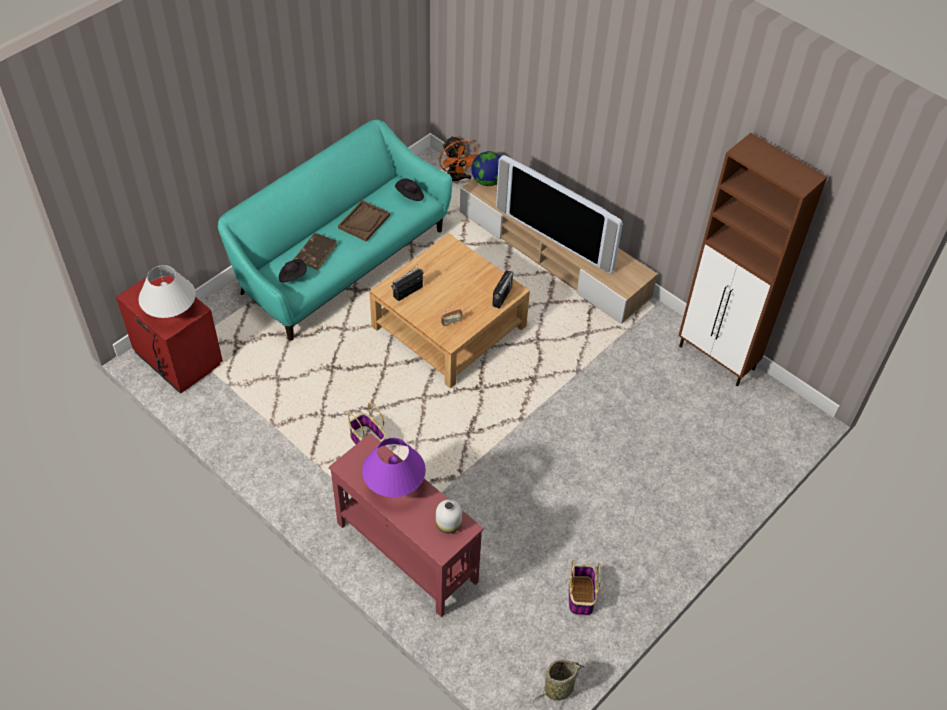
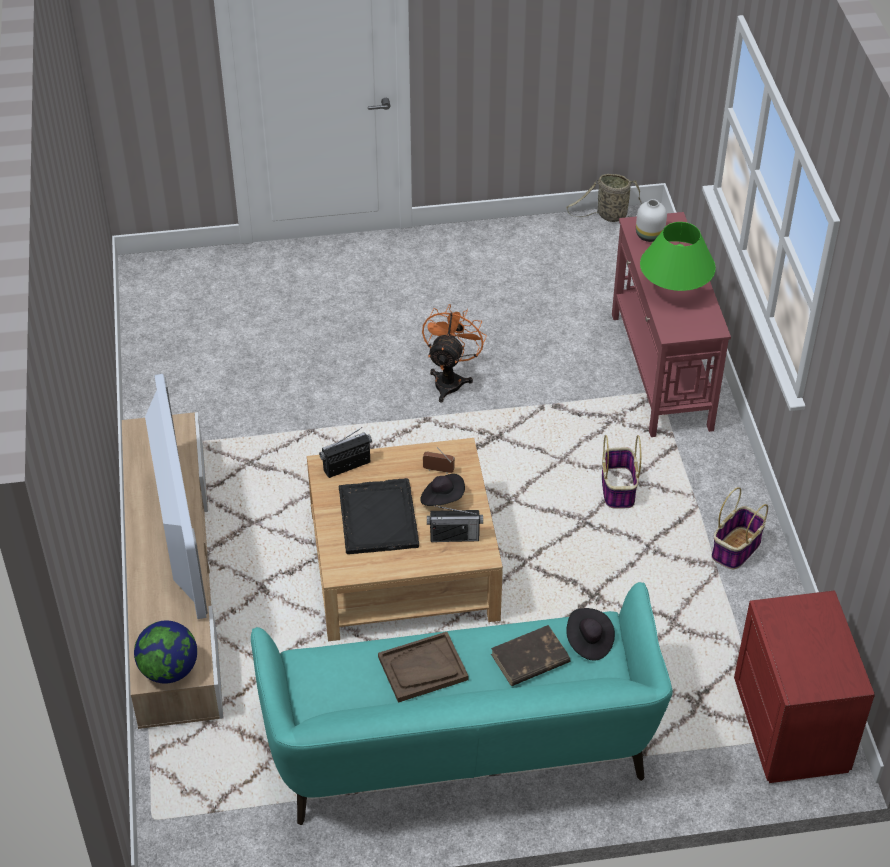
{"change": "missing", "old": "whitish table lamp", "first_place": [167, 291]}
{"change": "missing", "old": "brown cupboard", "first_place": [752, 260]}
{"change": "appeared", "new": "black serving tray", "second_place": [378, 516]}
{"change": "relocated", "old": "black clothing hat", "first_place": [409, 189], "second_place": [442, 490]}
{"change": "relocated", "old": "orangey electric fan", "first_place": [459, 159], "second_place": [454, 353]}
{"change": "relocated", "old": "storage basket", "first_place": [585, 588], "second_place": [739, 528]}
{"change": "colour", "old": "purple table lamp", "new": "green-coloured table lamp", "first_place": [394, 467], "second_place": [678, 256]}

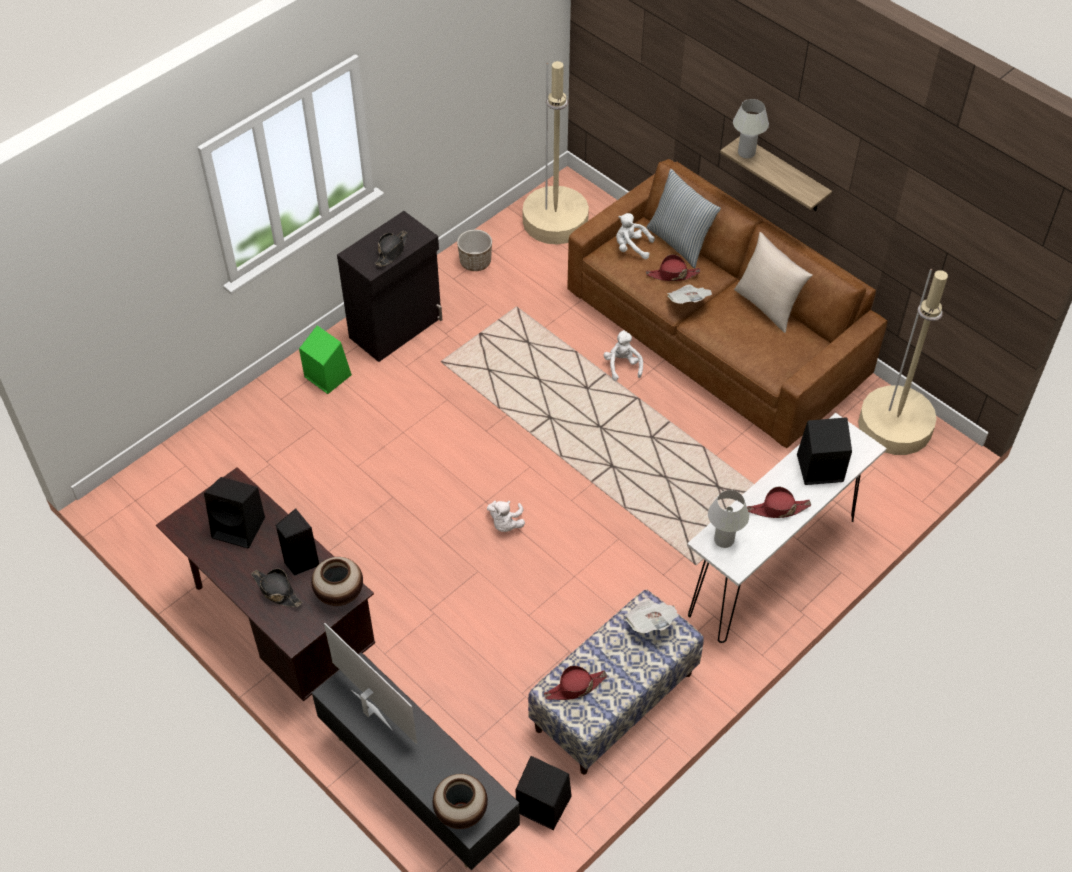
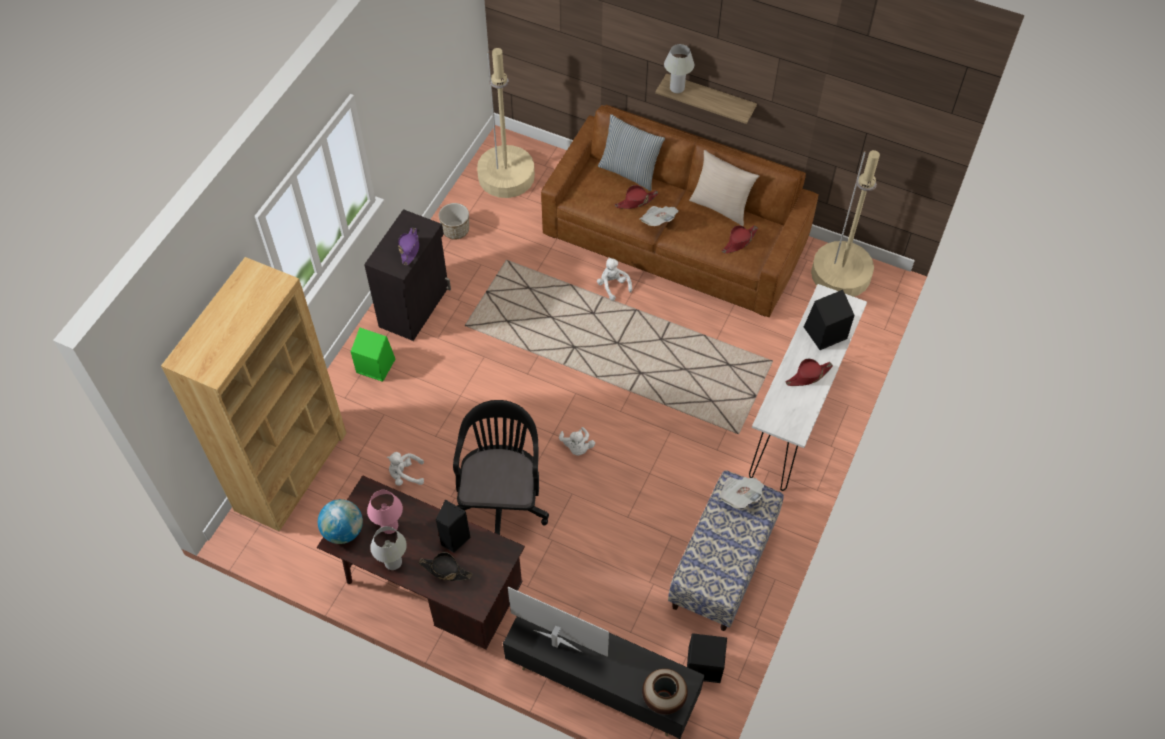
{"change": "missing", "old": "decorative vase", "first_place": [337, 581]}
{"change": "appeared", "new": "brown bookcase", "second_place": [254, 394]}
{"change": "appeared", "new": "globe", "second_place": [340, 521]}
{"change": "appeared", "new": "black office chair", "second_place": [501, 467]}
{"change": "relocated", "old": "reddish clothing hat", "first_place": [575, 683], "second_place": [740, 239]}
{"change": "relocated", "old": "whitish cuddly toy", "first_place": [635, 236], "second_place": [405, 469]}
{"change": "relocated", "old": "whitish table lamp", "first_place": [728, 519], "second_place": [388, 548]}
{"change": "exchanged", "old": "black speaker", "new": "pink table lamp", "first_place": [234, 513], "second_place": [385, 512]}
{"change": "colour", "old": "black clothing hat", "new": "purple clothing hat", "first_place": [391, 249], "second_place": [408, 246]}

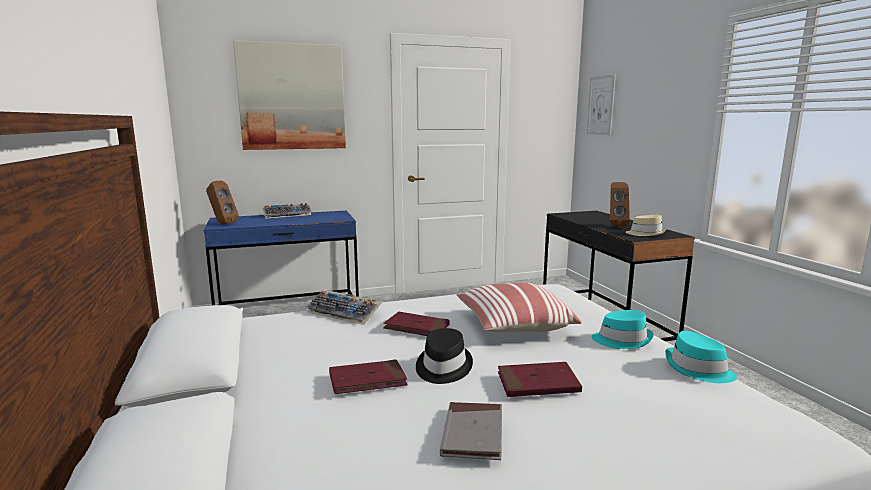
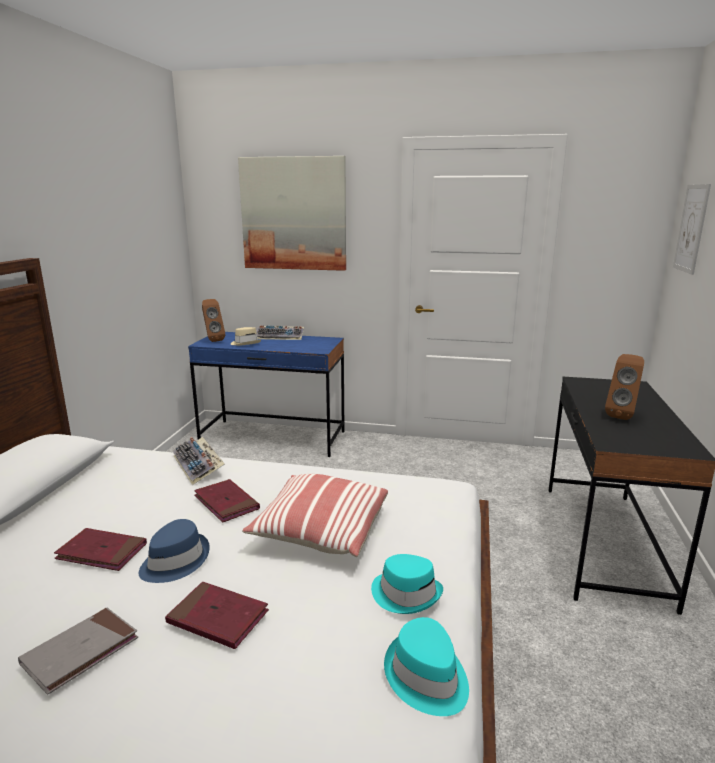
{"change": "relocated", "old": "beige clothing hat", "first_place": [646, 225], "second_place": [246, 336]}
{"change": "colour", "old": "black clothing hat", "new": "blue clothing hat", "first_place": [444, 356], "second_place": [174, 551]}

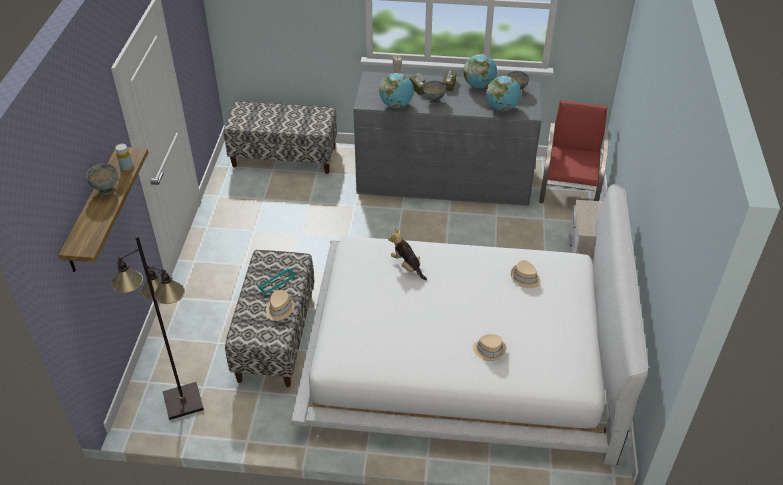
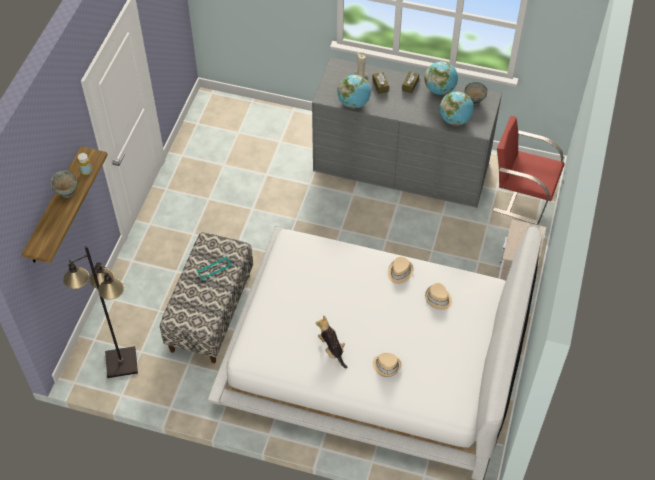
{"change": "missing", "old": "bench", "first_place": [280, 137]}
{"change": "missing", "old": "gray bowl", "first_place": [434, 92]}
{"change": "relocated", "old": "beige clothing hat", "first_place": [280, 305], "second_place": [401, 270]}
{"change": "relocated", "old": "cuddly toy", "first_place": [407, 254], "second_place": [331, 342]}
{"change": "spun", "old": "reddish plain chair", "first_place": [574, 151], "second_place": [528, 170], "degrees": -90}

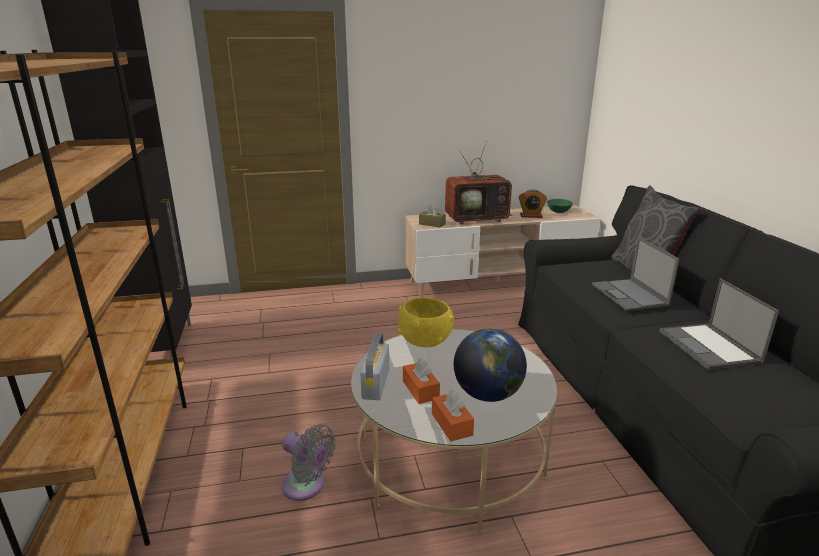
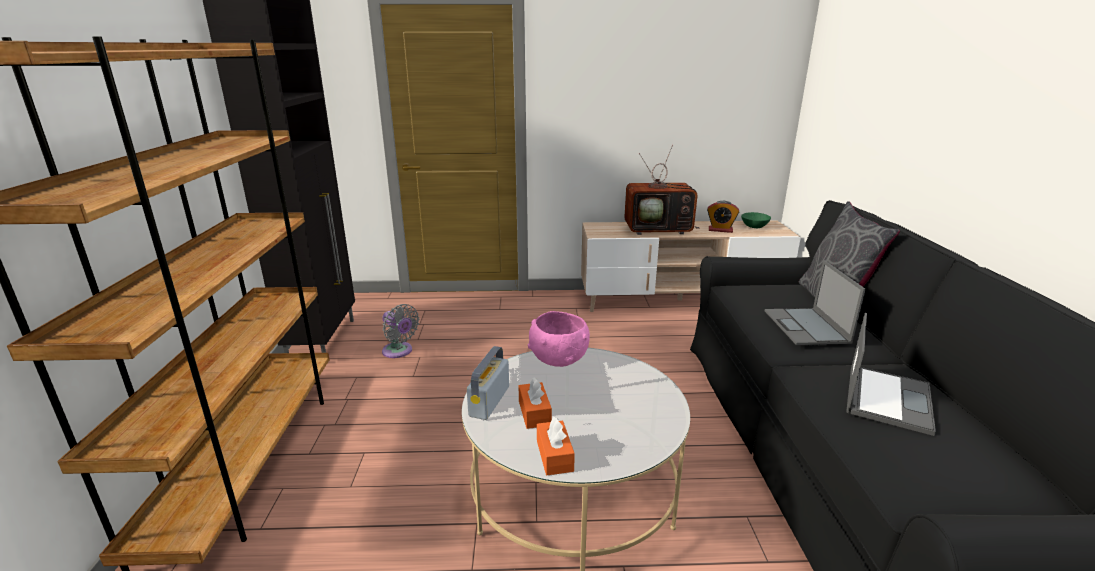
{"change": "missing", "old": "brown box of tissues", "first_place": [432, 216]}
{"change": "missing", "old": "globe", "first_place": [490, 365]}
{"change": "relocated", "old": "gray electric fan", "first_place": [308, 462], "second_place": [400, 331]}
{"change": "colour", "old": "yellow-coloured bowl", "new": "pink bowl", "first_place": [426, 322], "second_place": [559, 339]}
{"change": "spun", "old": "notebook computer", "first_place": [719, 324], "second_place": [891, 374], "degrees": -150}

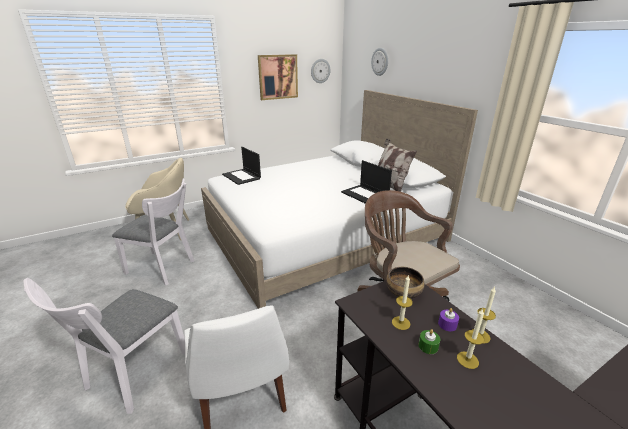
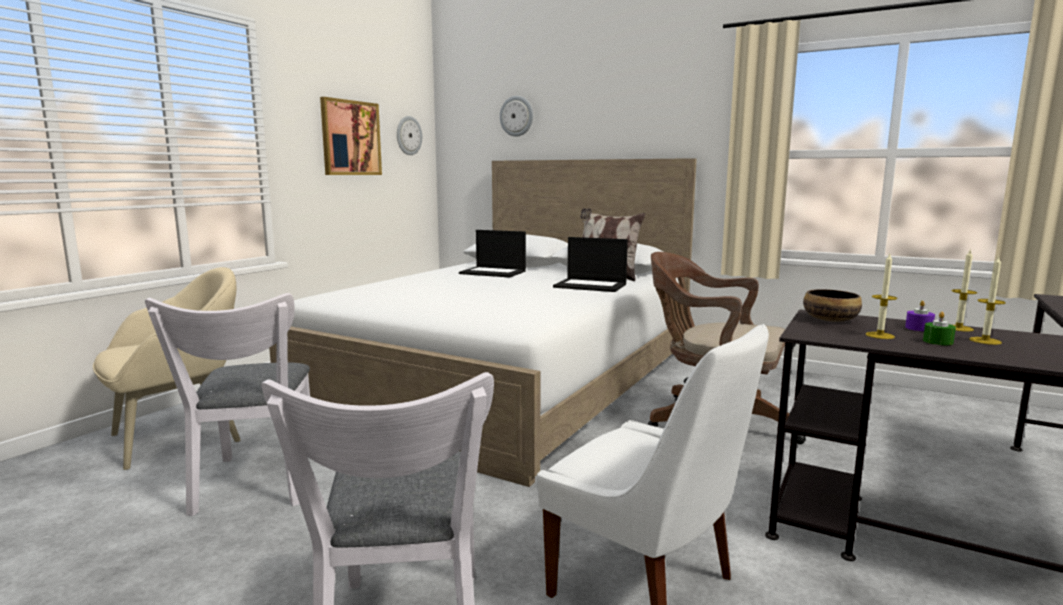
{"change": "relocated", "old": "notebook computer", "first_place": [241, 166], "second_place": [492, 254]}
{"change": "spun", "old": "whitish plain chair", "first_place": [153, 232], "second_place": [227, 404], "degrees": 90}

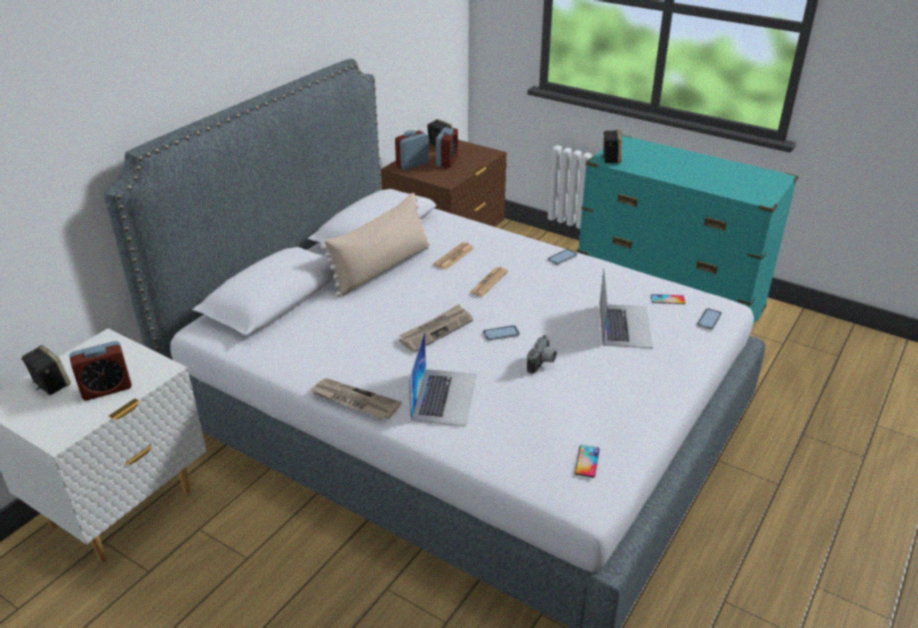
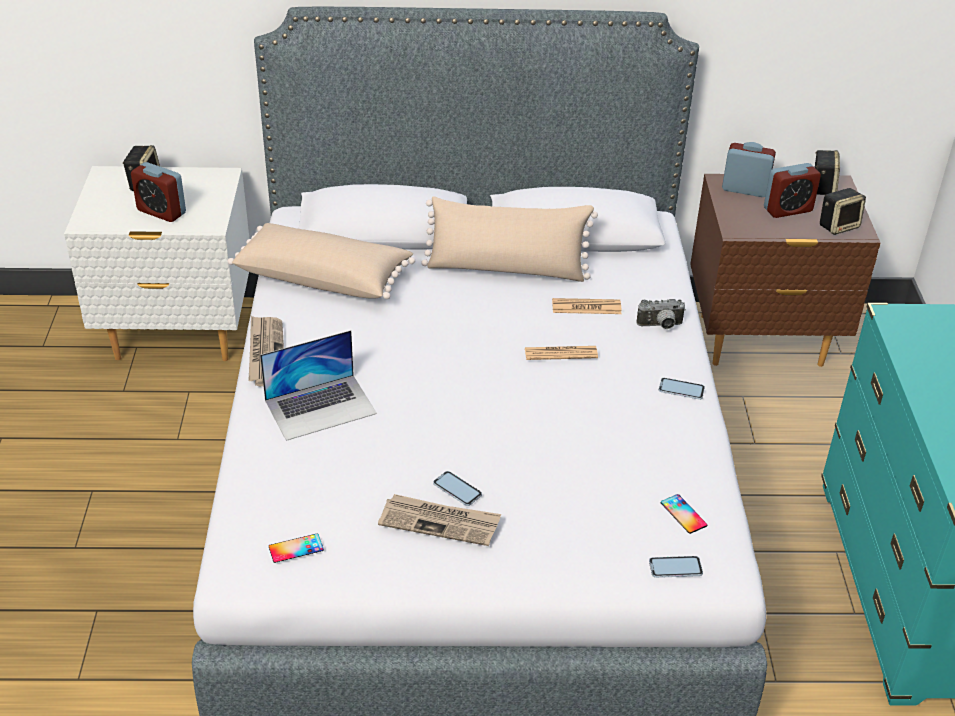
{"change": "missing", "old": "notebook computer", "first_place": [626, 308]}
{"change": "appeared", "new": "beige cushion", "second_place": [321, 261]}
{"change": "relocated", "old": "newspaper", "first_place": [436, 328], "second_place": [439, 520]}
{"change": "relocated", "old": "phone", "first_place": [501, 333], "second_place": [457, 488]}
{"change": "relocated", "old": "photo camera", "first_place": [542, 354], "second_place": [661, 314]}
{"change": "relocated", "old": "speaker", "first_place": [611, 146], "second_place": [843, 211]}

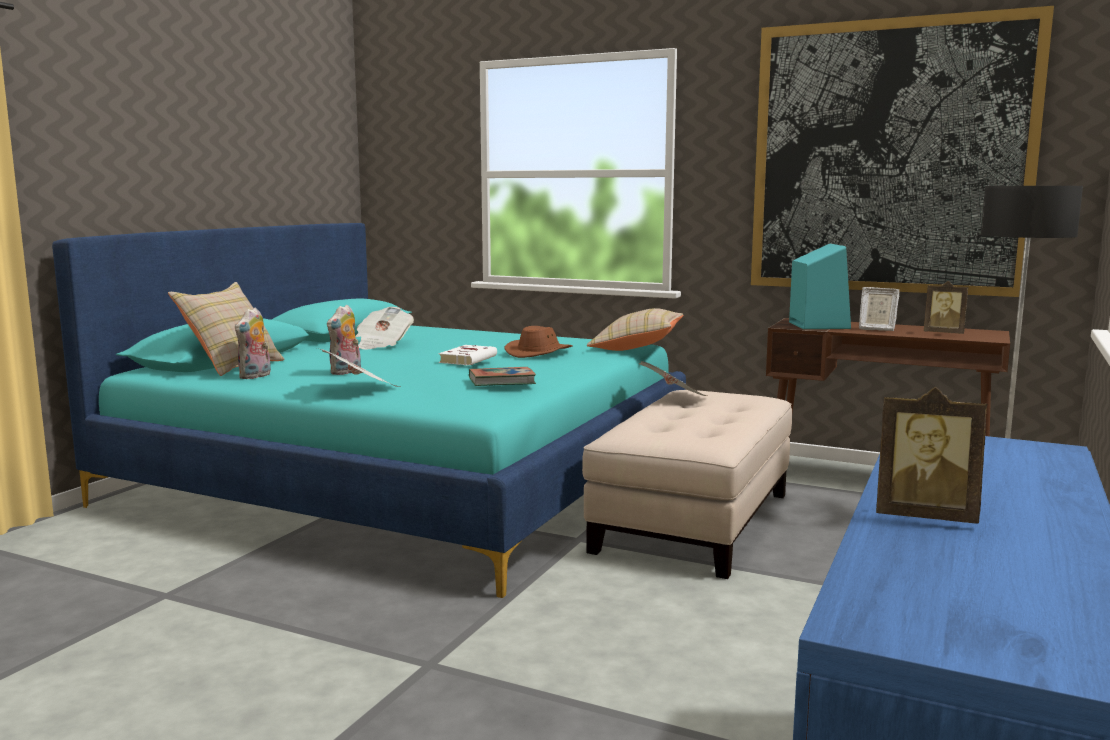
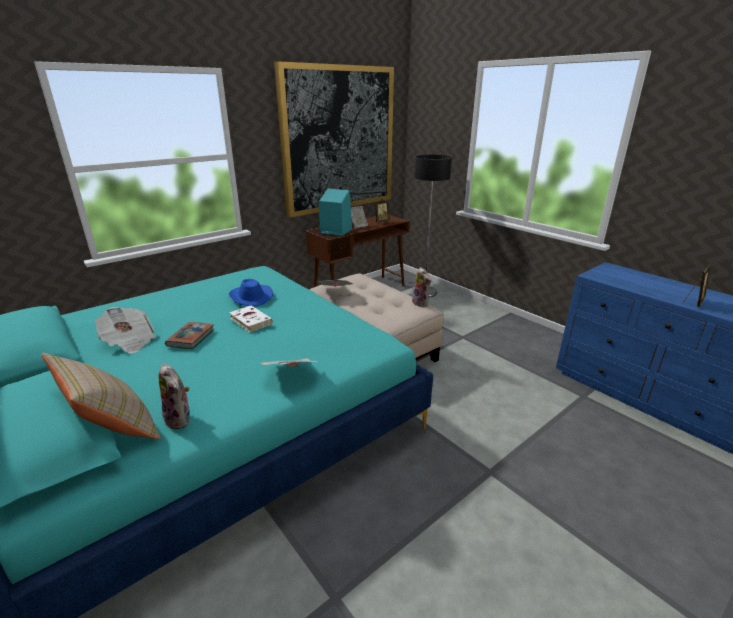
{"change": "missing", "old": "beige cushion", "first_place": [635, 329]}
{"change": "relocated", "old": "cuddly toy", "first_place": [344, 340], "second_place": [421, 287]}
{"change": "relocated", "old": "bound book", "first_place": [502, 376], "second_place": [189, 335]}
{"change": "colour", "old": "brown clothing hat", "new": "blue clothing hat", "first_place": [538, 342], "second_place": [251, 292]}

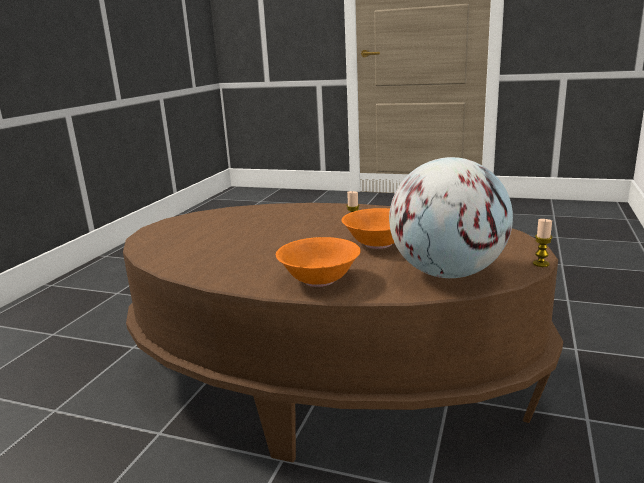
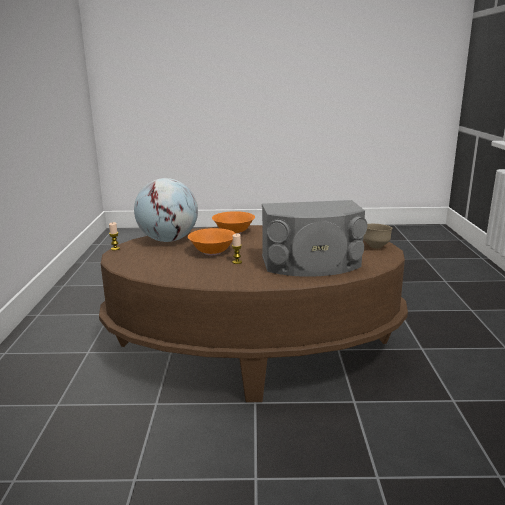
{"change": "appeared", "new": "gray speaker", "second_place": [314, 238]}
{"change": "appeared", "new": "brown bowl", "second_place": [377, 236]}

